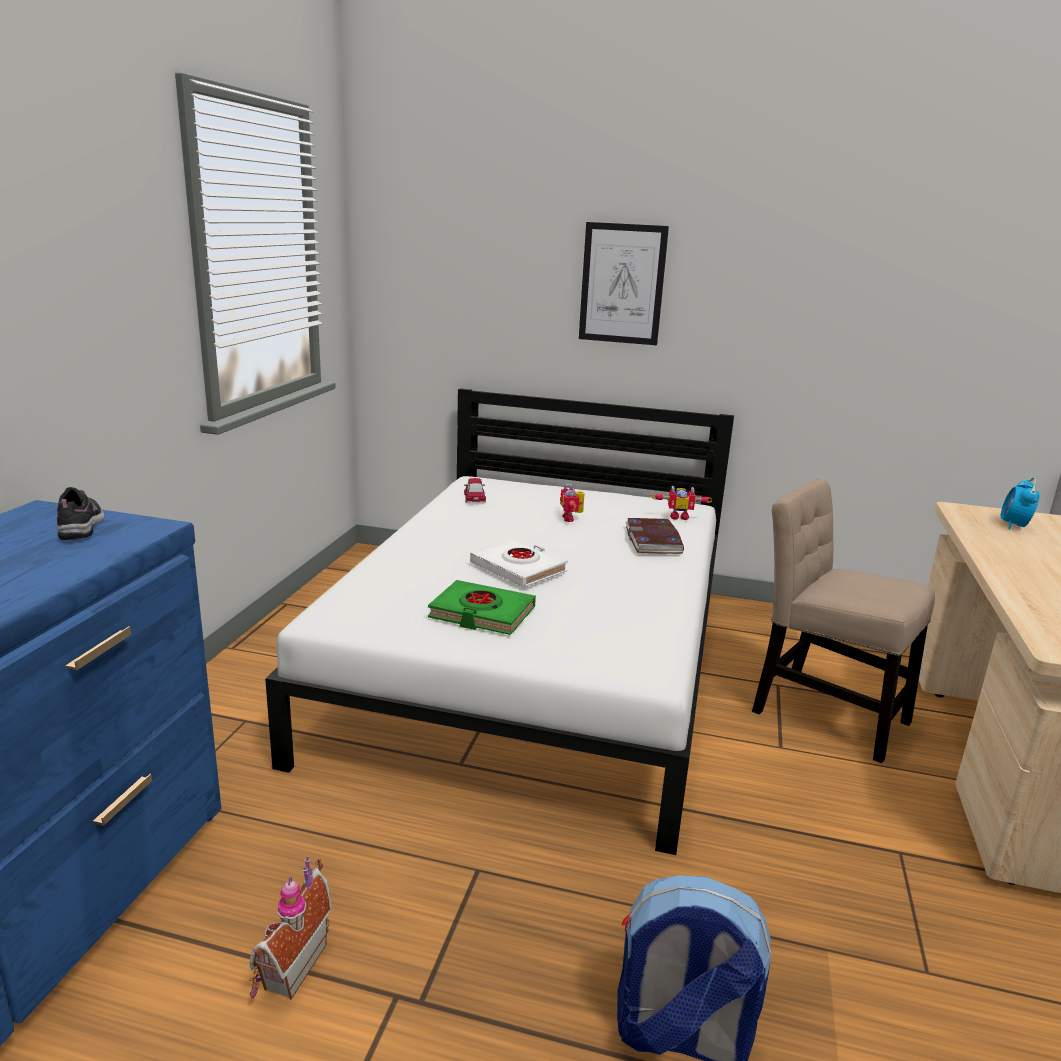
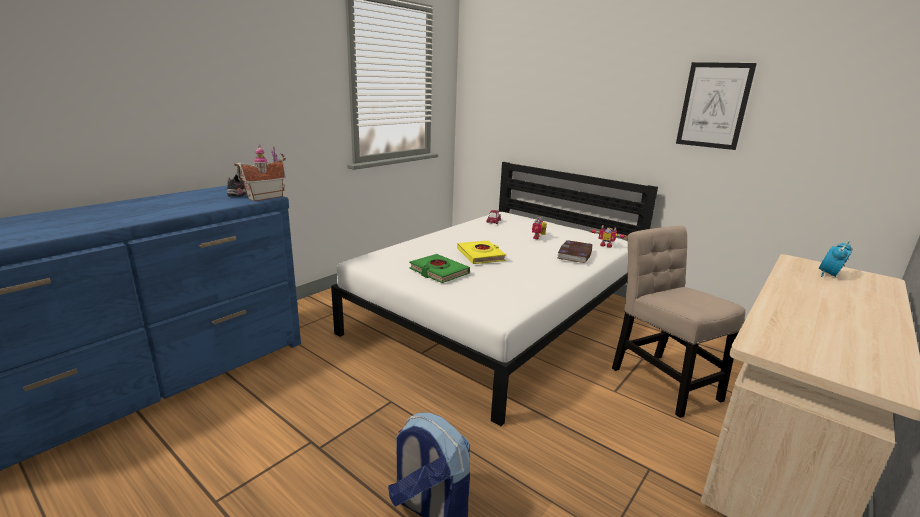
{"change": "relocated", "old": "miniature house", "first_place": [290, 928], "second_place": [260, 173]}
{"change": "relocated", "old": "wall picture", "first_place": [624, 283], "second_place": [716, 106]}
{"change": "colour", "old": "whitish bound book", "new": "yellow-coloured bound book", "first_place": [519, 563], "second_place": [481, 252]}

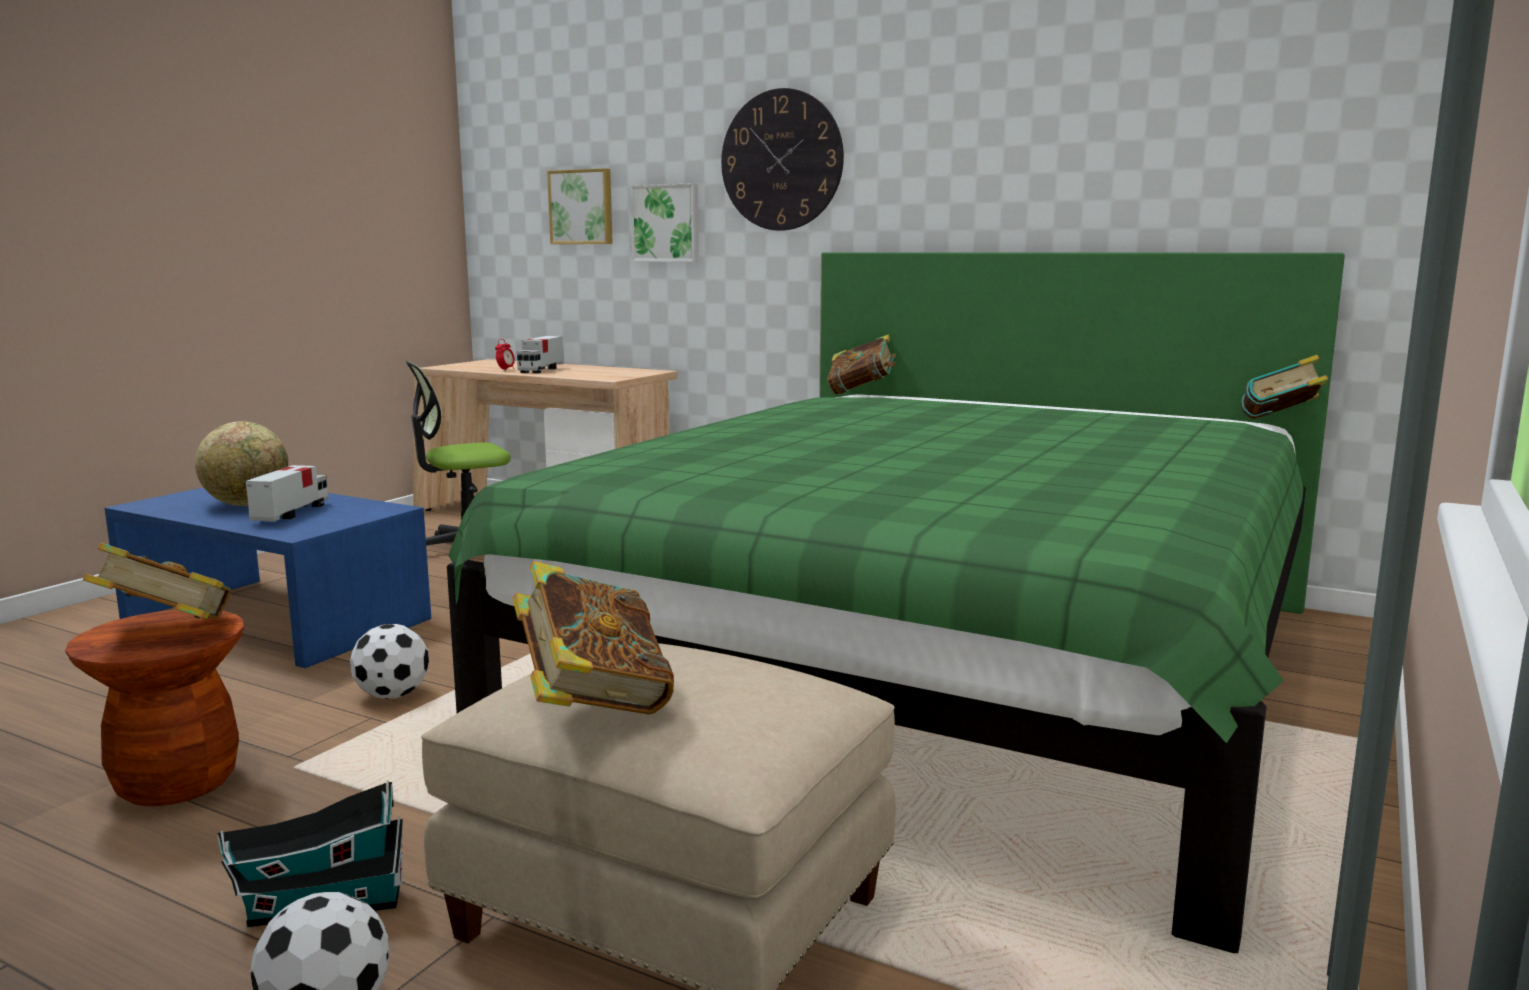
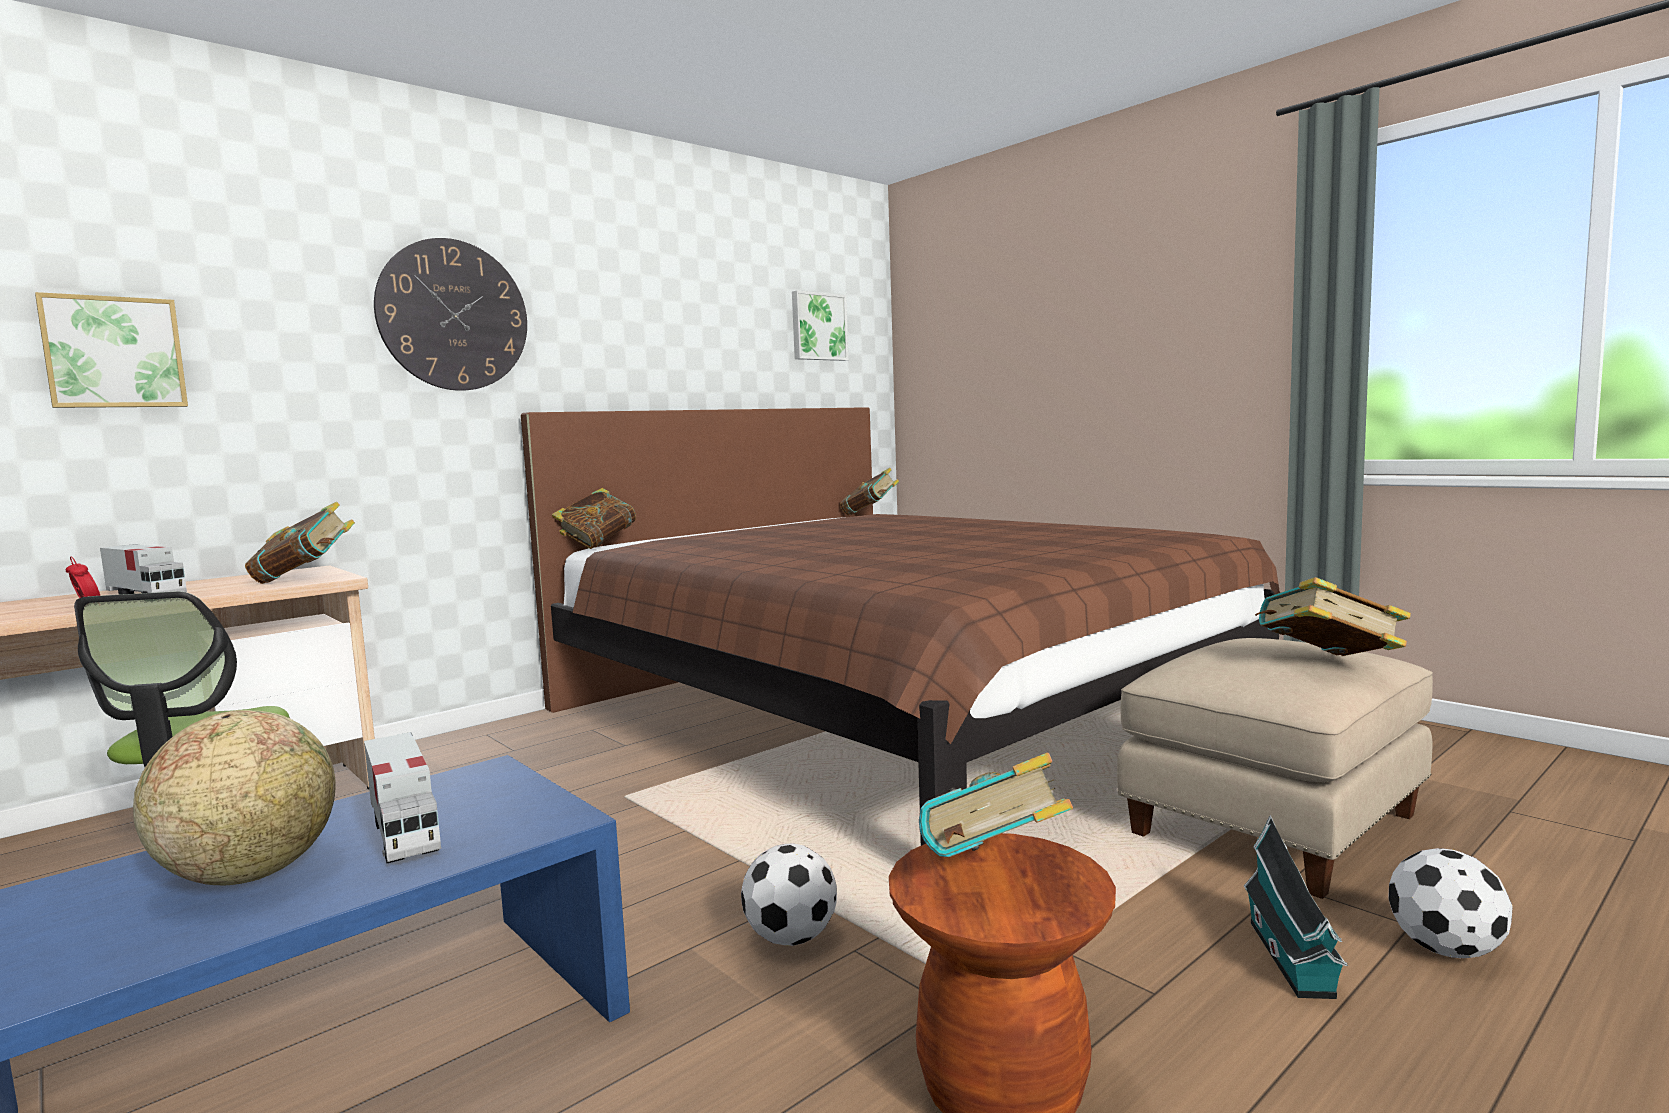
{"change": "appeared", "new": "bound book", "second_place": [300, 543]}
{"change": "relocated", "old": "wall picture", "first_place": [664, 222], "second_place": [820, 325]}
{"change": "colour", "old": "green-coloured bed", "new": "brown bed", "first_place": [896, 602], "second_place": [900, 626]}
{"change": "spun", "old": "model truck", "first_place": [287, 493], "second_place": [402, 797], "degrees": -150}

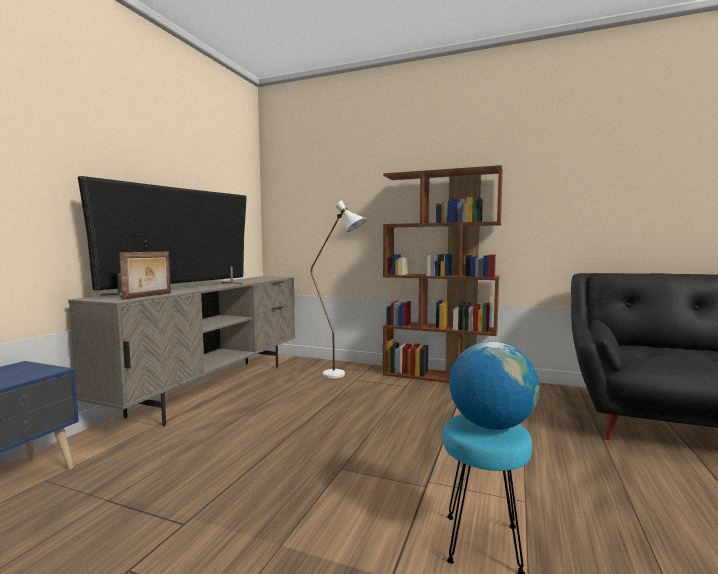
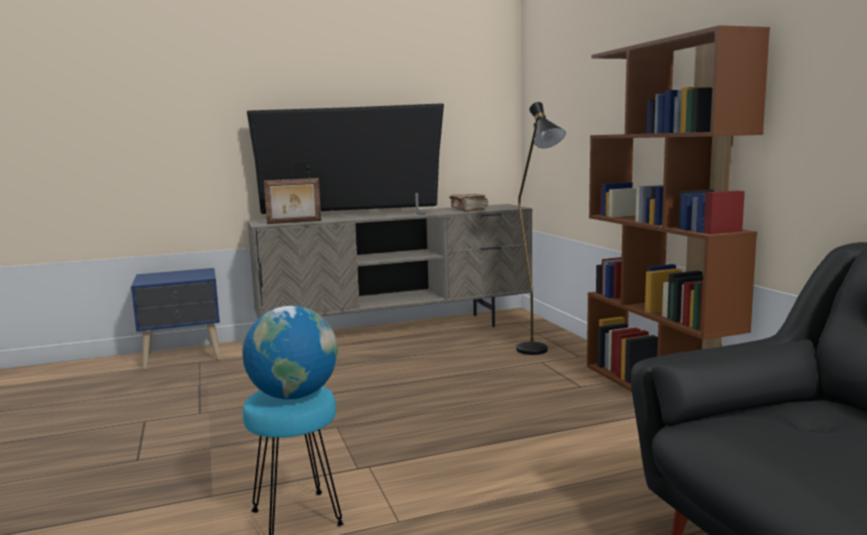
{"change": "appeared", "new": "brown bound book", "second_place": [468, 203]}
{"change": "colour", "old": "whitish standing lamp", "new": "black standing lamp", "first_place": [338, 289], "second_place": [541, 228]}

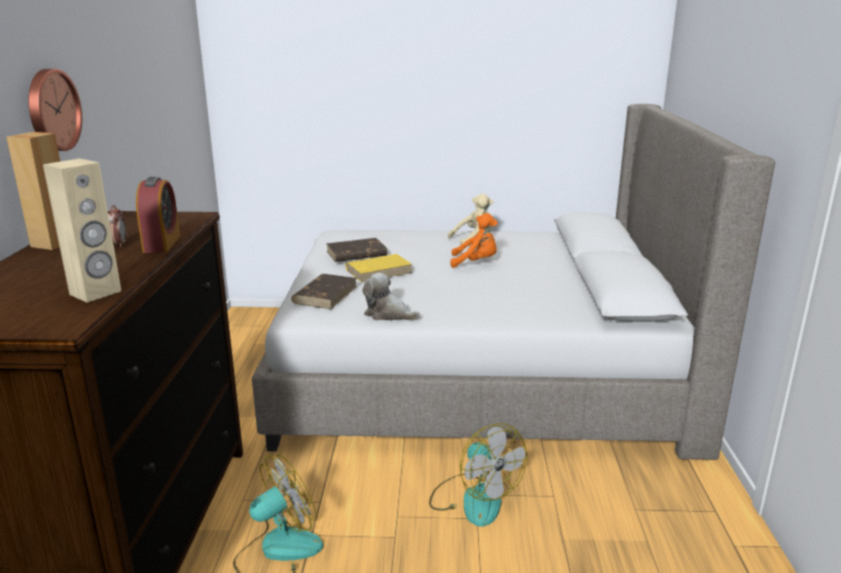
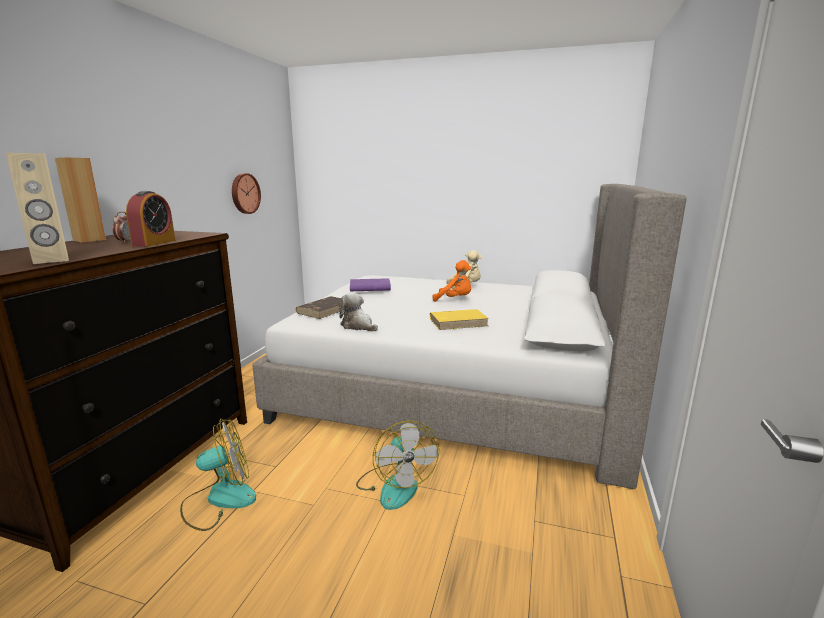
{"change": "relocated", "old": "hanging clock", "first_place": [55, 110], "second_place": [246, 193]}
{"change": "relocated", "old": "yellow-coloured bound book", "first_place": [379, 268], "second_place": [459, 319]}
{"change": "colour", "old": "brown bound book", "new": "purple bound book", "first_place": [357, 250], "second_place": [370, 284]}

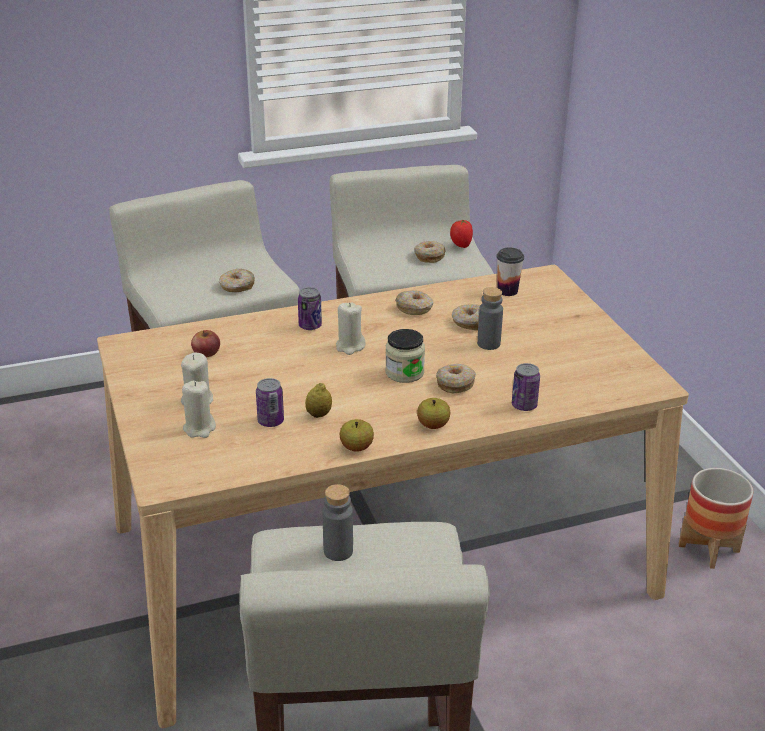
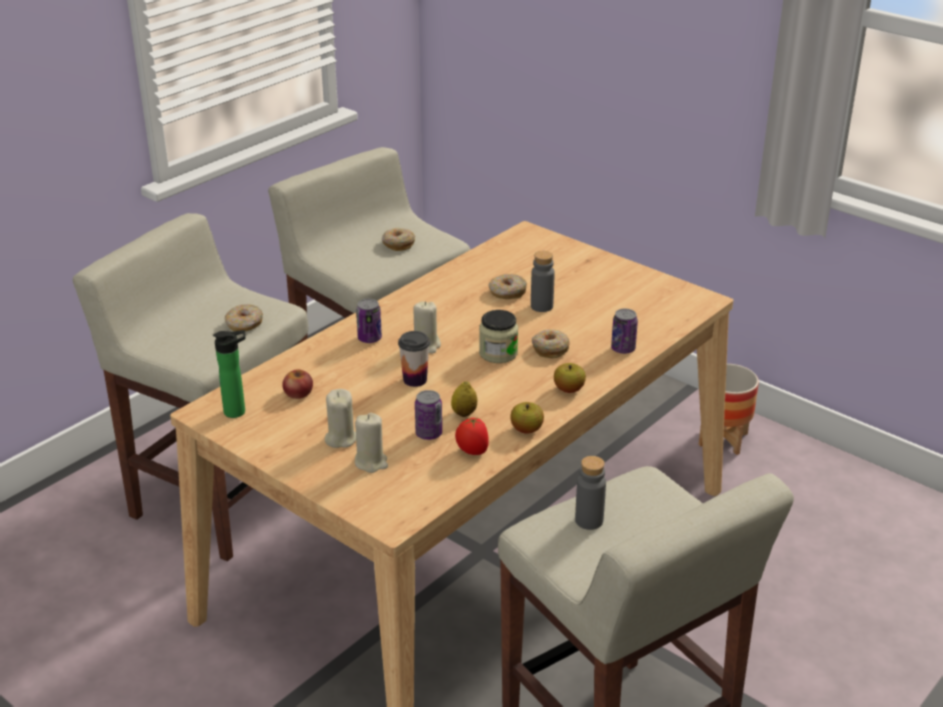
{"change": "missing", "old": "doughnut", "first_place": [414, 302]}
{"change": "appeared", "new": "drink bottle", "second_place": [229, 374]}
{"change": "relocated", "old": "whole tomato", "first_place": [461, 234], "second_place": [472, 436]}
{"change": "relocated", "old": "small cup", "first_place": [510, 272], "second_place": [414, 359]}

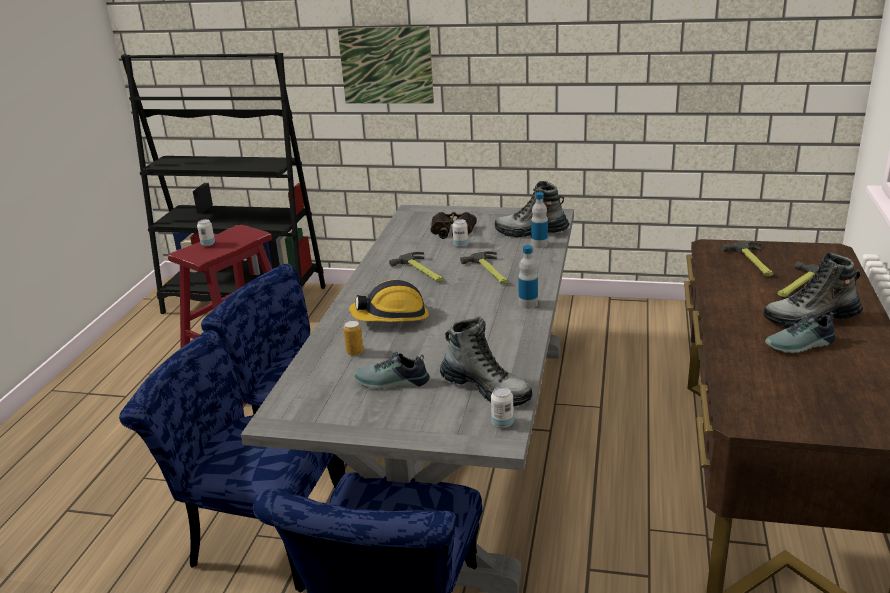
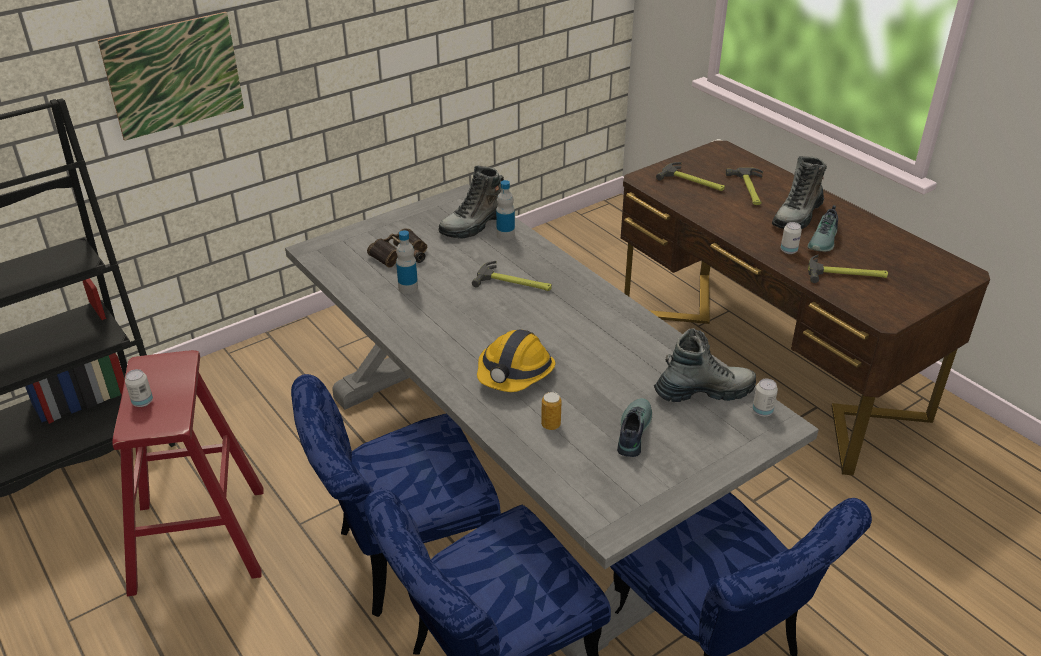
{"change": "relocated", "old": "hammer", "first_place": [416, 267], "second_place": [848, 269]}
{"change": "relocated", "old": "metal can", "first_place": [460, 233], "second_place": [791, 238]}
{"change": "relocated", "old": "drink bottle", "first_place": [528, 277], "second_place": [407, 262]}
{"change": "spun", "old": "item of footwear", "first_place": [391, 370], "second_place": [634, 427], "degrees": 150}

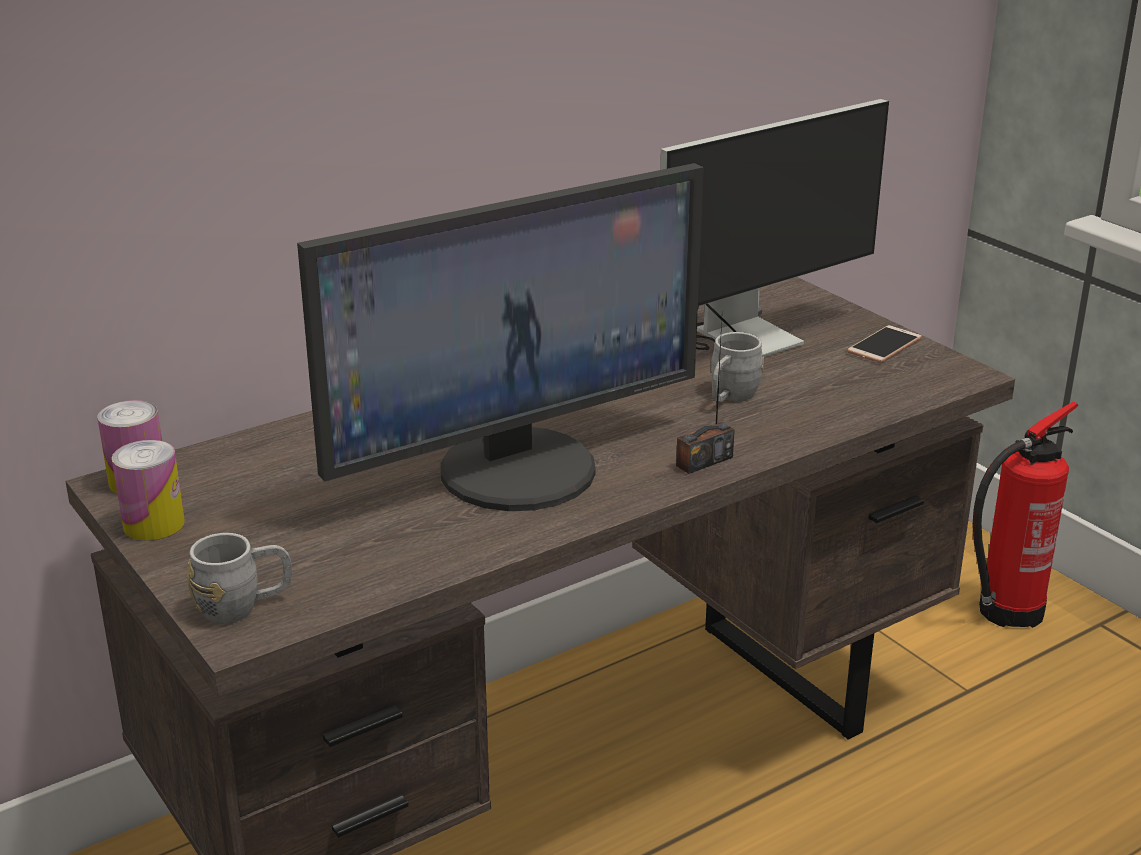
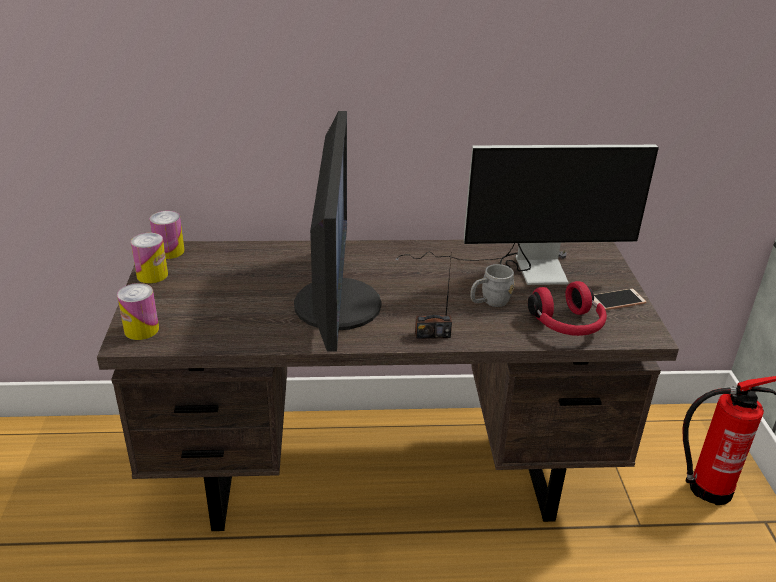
{"change": "appeared", "new": "reddish headphones", "second_place": [567, 308]}
{"change": "exchanged", "old": "gray tea mug", "new": "metal can", "first_place": [239, 578], "second_place": [138, 311]}
{"change": "spun", "old": "monitor", "first_place": [500, 337], "second_place": [338, 231], "degrees": -90}

